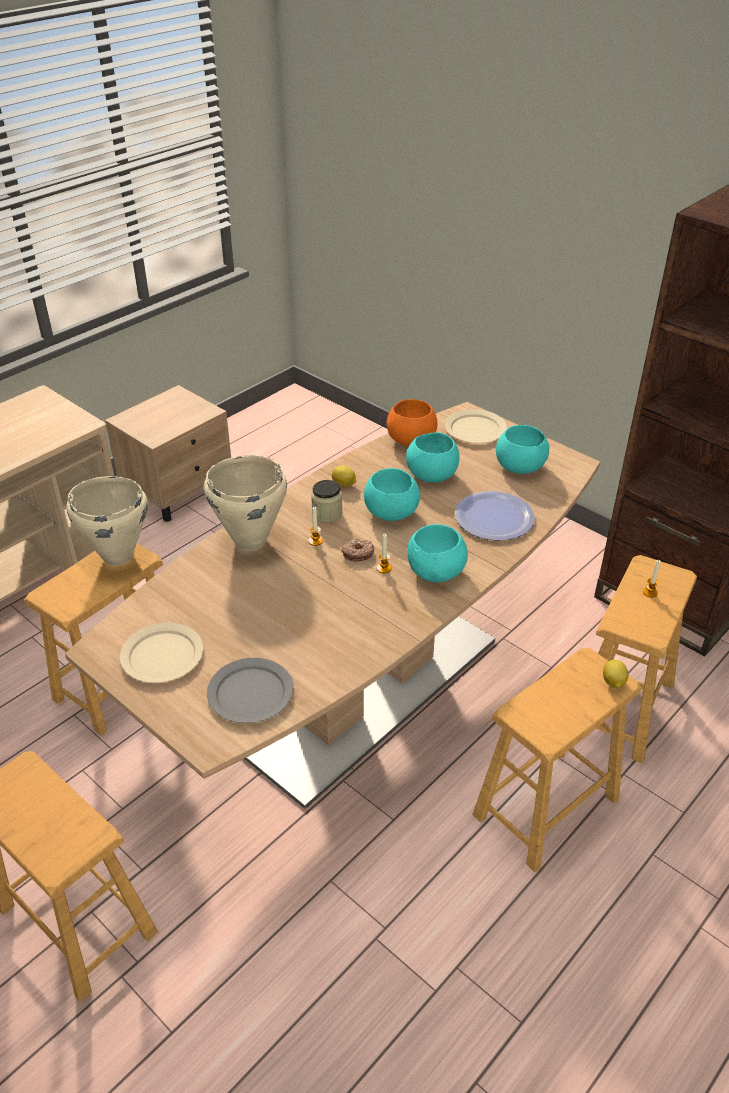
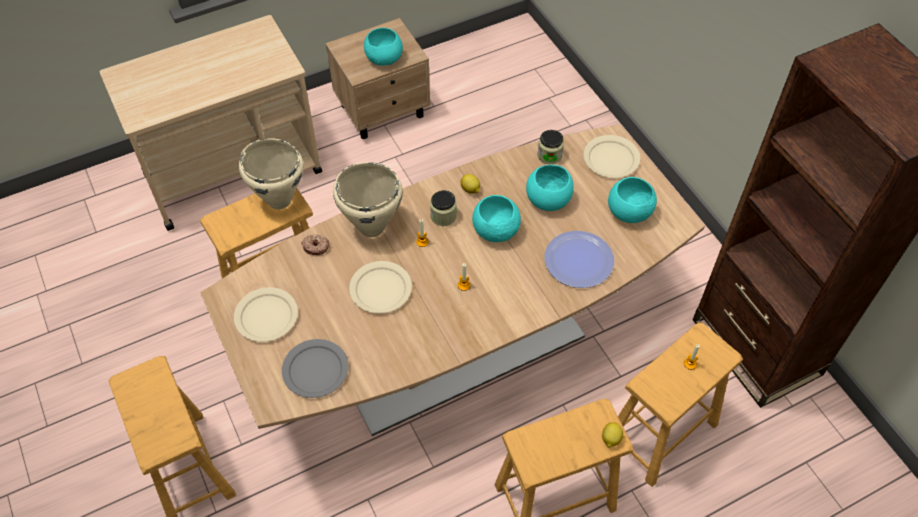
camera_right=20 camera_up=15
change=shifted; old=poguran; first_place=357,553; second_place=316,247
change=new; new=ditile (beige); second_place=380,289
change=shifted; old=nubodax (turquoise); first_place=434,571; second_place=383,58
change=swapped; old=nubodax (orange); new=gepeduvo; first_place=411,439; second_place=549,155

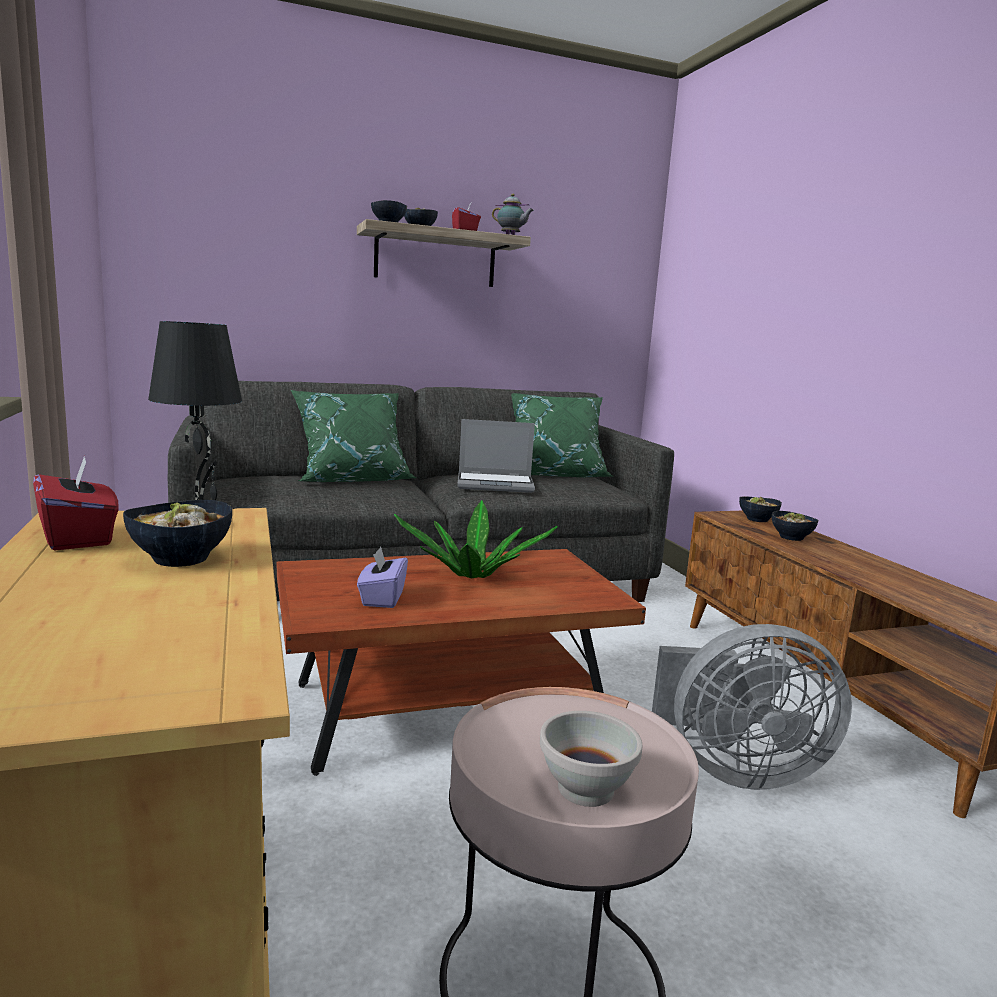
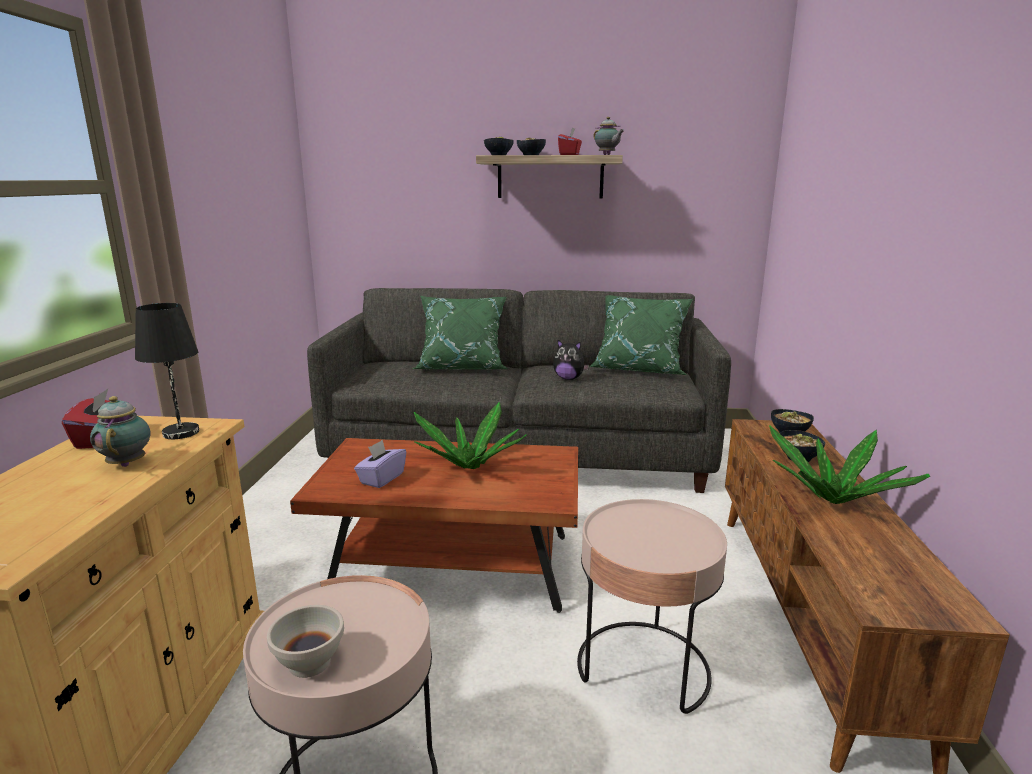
camera_right=25 camera_up=5
change=swapped; old=nubodax; new=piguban; first_place=183,559; second_place=128,463
change=swapped; old=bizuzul; new=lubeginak; first_place=496,484; second_place=569,378
change=swapped; old=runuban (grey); new=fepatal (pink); first_place=735,769; second_place=643,667
change=new; new=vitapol; second_place=833,499

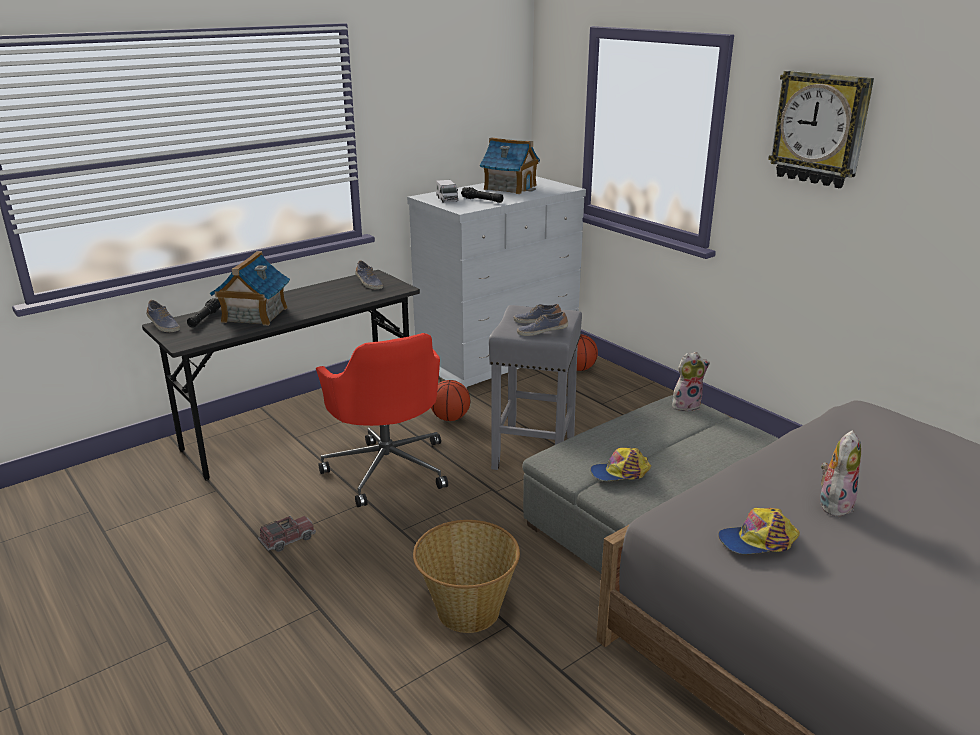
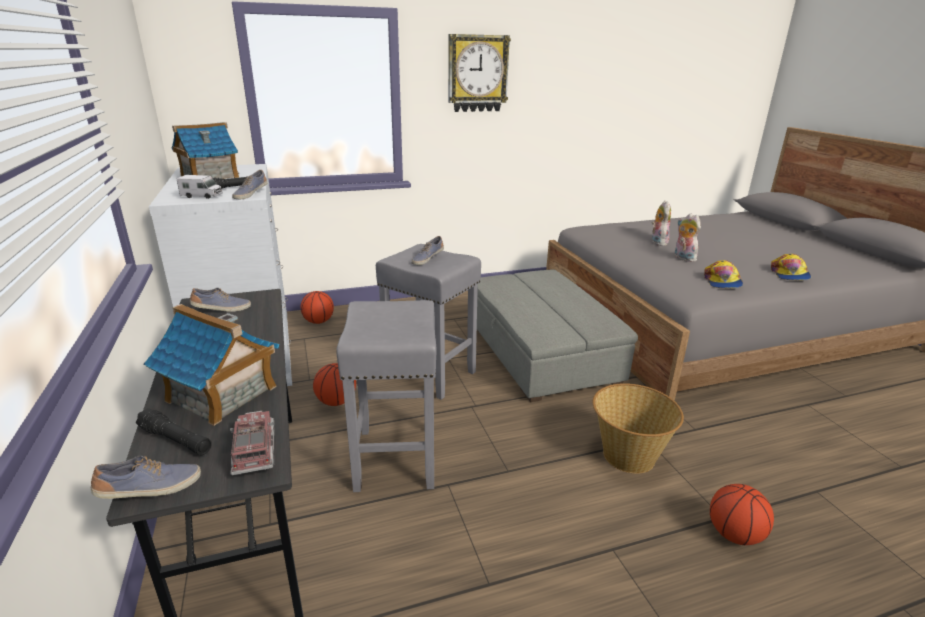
camera_right=-70 camera_up=0
change=shifted; old=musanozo; first_place=288,540; second_place=255,451
change=shifted; old=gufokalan; first_place=542,332; second_place=250,194
change=swapped; old=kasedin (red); new=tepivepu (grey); first_place=388,468; second_place=396,459
change=shifted; old=lubeginak; first_place=686,405; second_place=657,242
change=new; new=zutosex; second_place=734,535
change=shifted; old=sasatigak; first_place=620,473; second_place=789,274

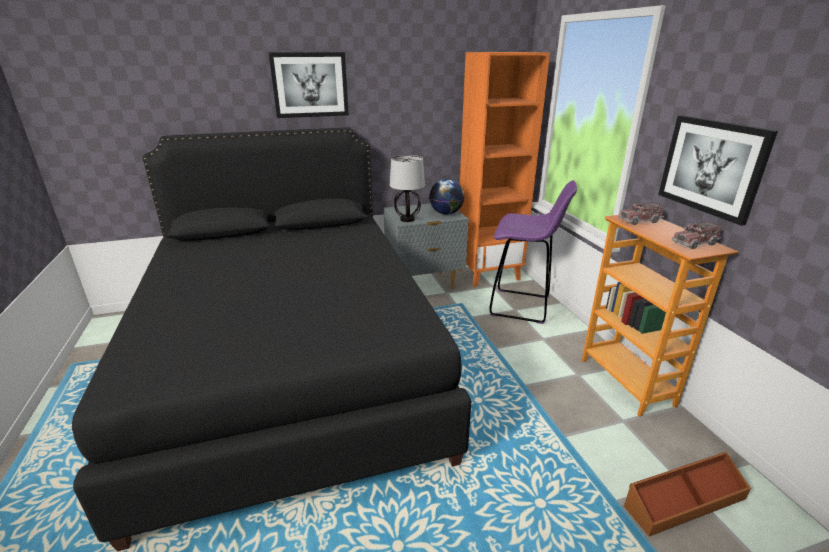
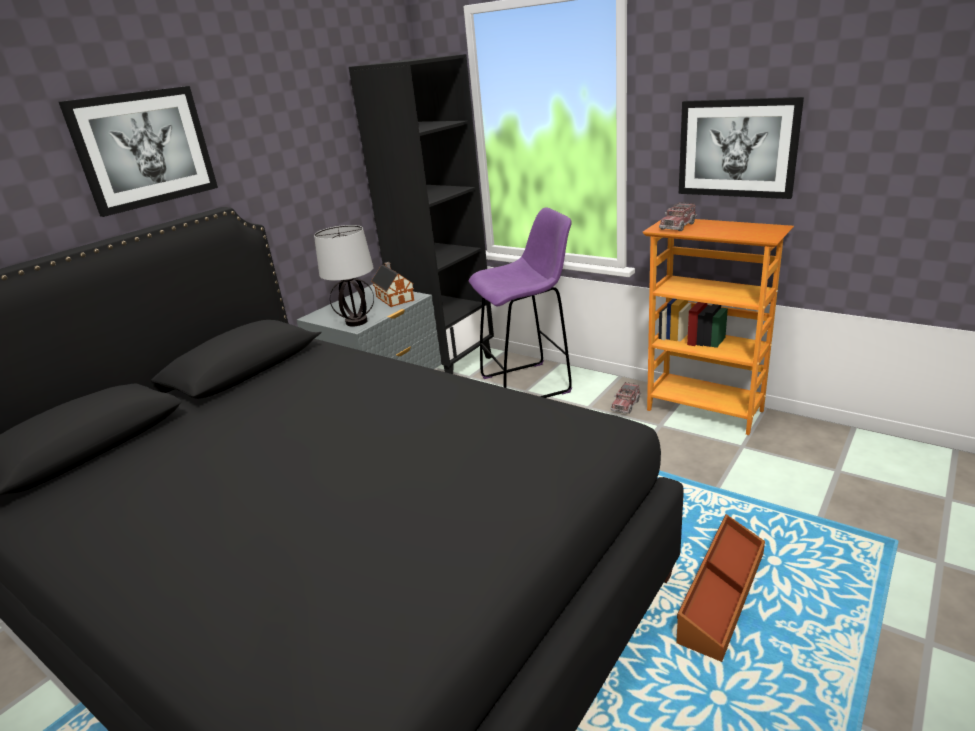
camera_right=-35 camera_up=0
change=repainted; old=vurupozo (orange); new=vurupozo (black); first_place=488,274; second_place=449,365
change=swapped; old=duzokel; new=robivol; first_place=446,213; second_place=394,298
change=shifted; old=musanozo; first_place=694,243; second_place=625,405
change=shifted; old=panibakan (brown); first_place=683,501; second_place=720,596

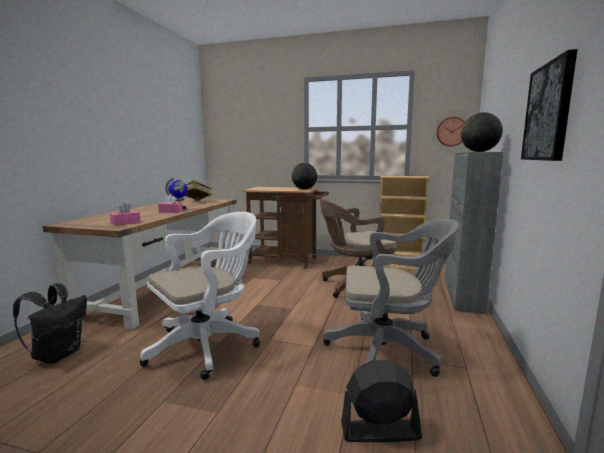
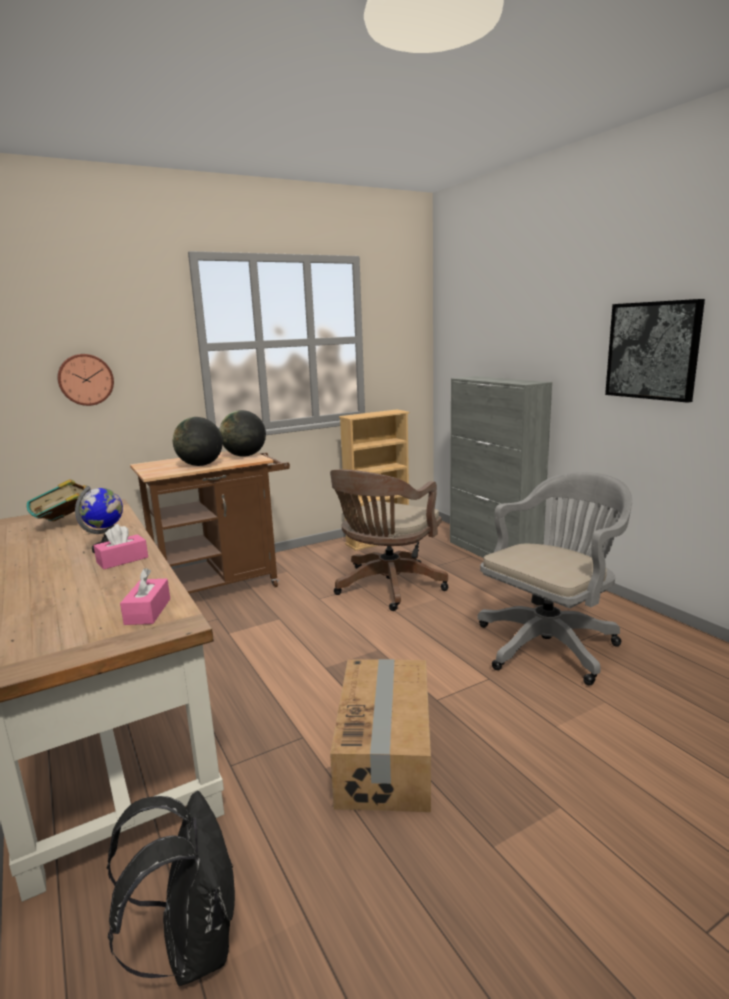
camera_right=-45 camera_up=5
change=shifted; old=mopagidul; first_place=451,131; second_place=85,379
change=shifted; old=duzokel; first_place=479,151; second_place=200,465
change=swapped; old=kasedin (white); new=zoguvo; first_place=208,344; second_place=386,752
change=gone; old=runuban (black); first_place=379,431

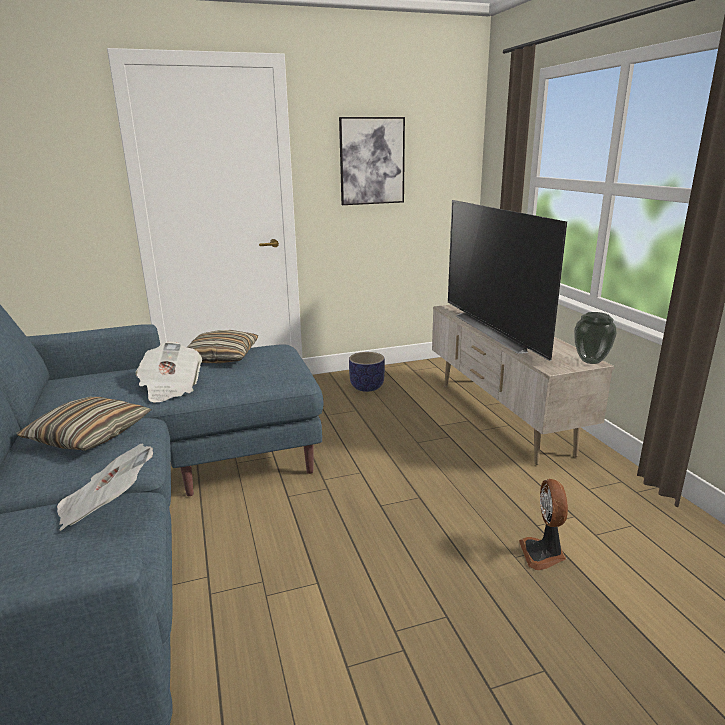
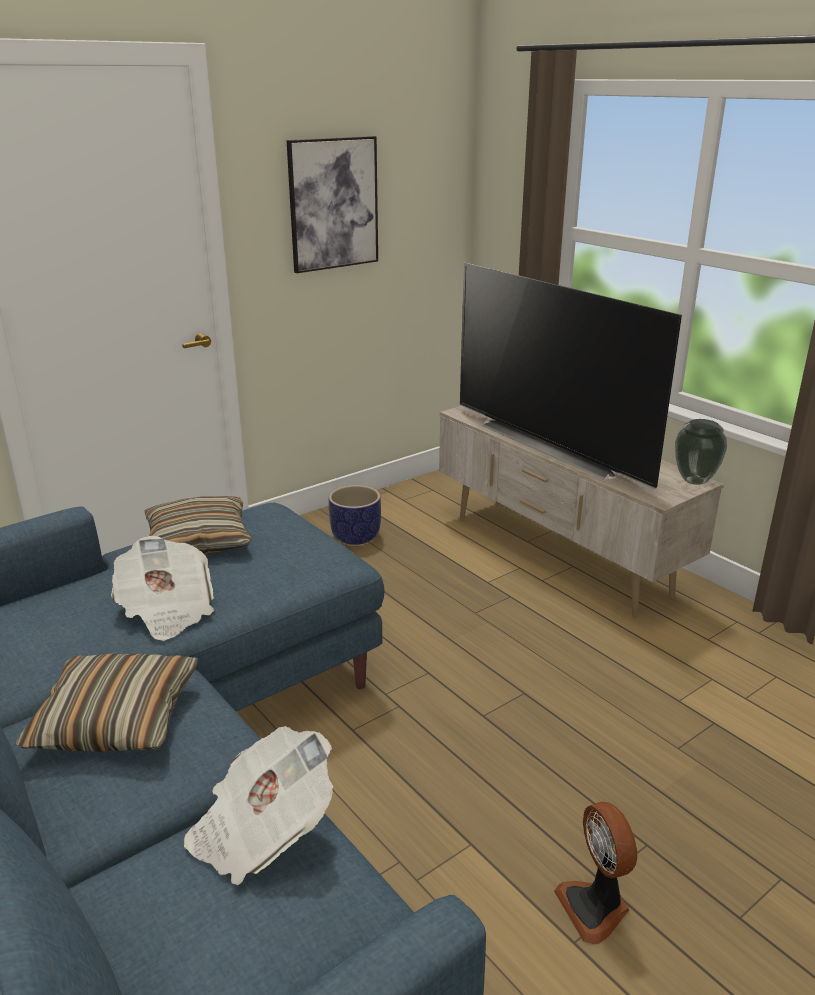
camera_right=-20 camera_up=5
change=shifted; old=runuban; first_place=543,554; second_place=595,907

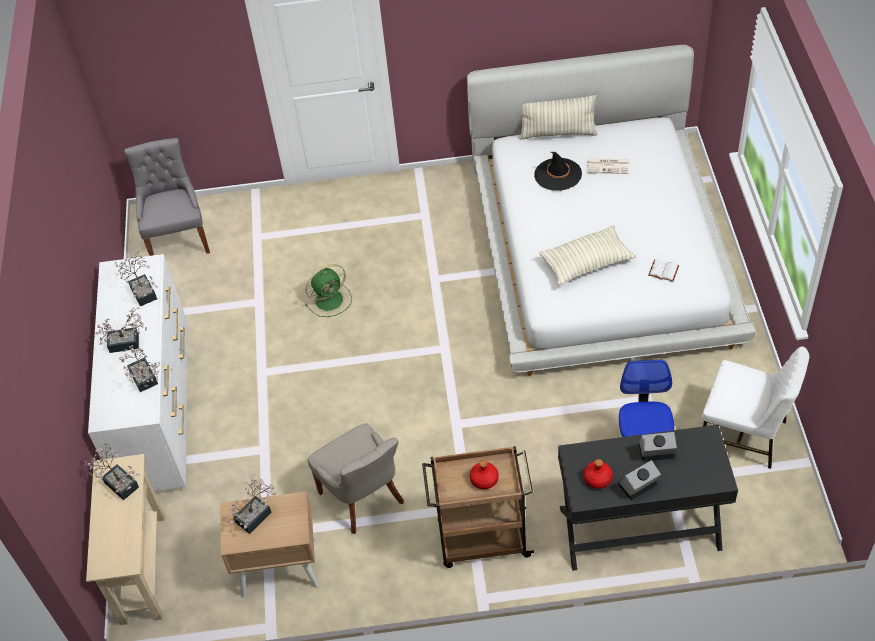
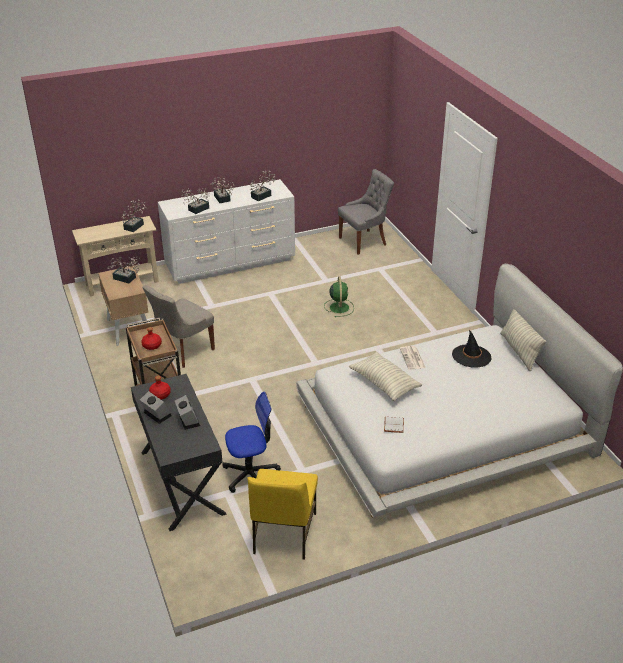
camera_right=70 camera_up=-15
change=repainted; old=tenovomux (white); new=tenovomux (yellow); first_place=744,435; second_place=283,534
change=rotated; old=runuban (green); first_place=330,299; second_place=339,307; degrees=-135
change=shifted; old=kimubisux; first_place=609,166; second_place=413,358

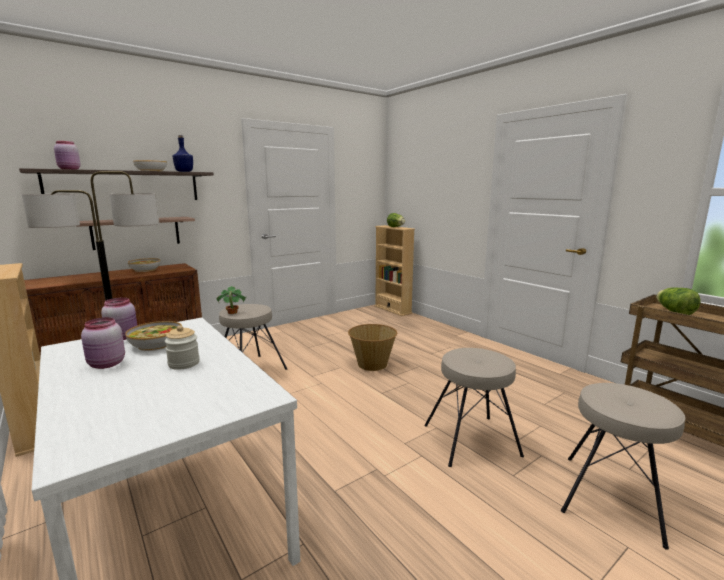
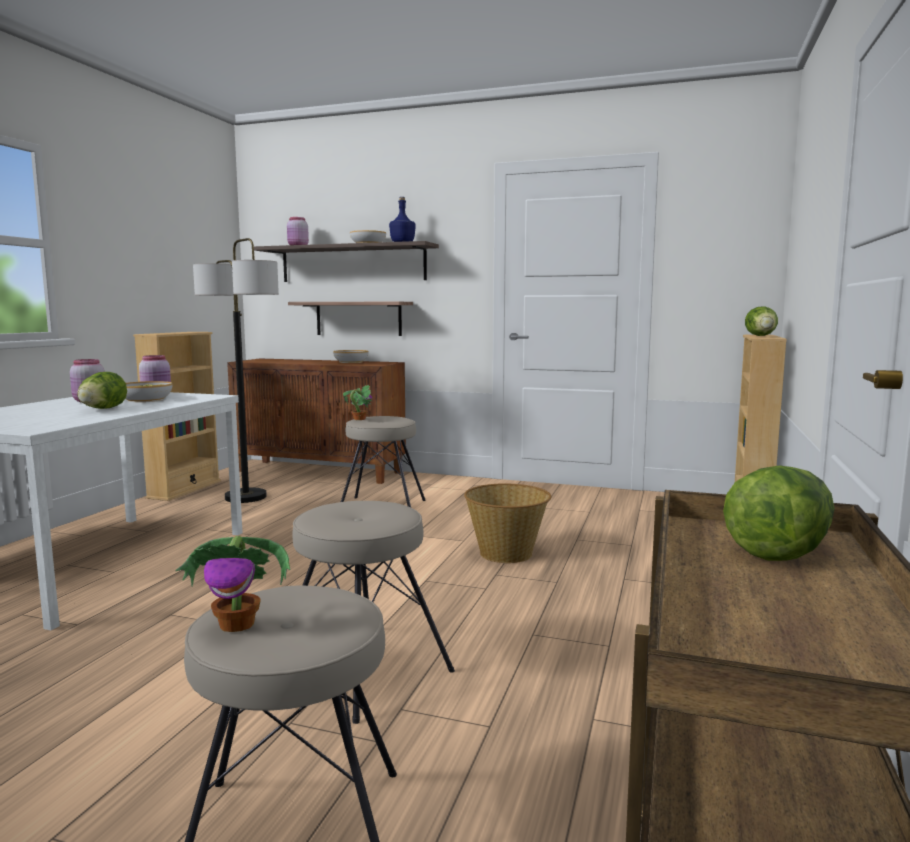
camera_right=55 camera_up=-5
change=swapped; old=gepeduvo; new=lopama; first_place=184,363; second_place=102,409
change=new; new=vitapol; second_place=238,624

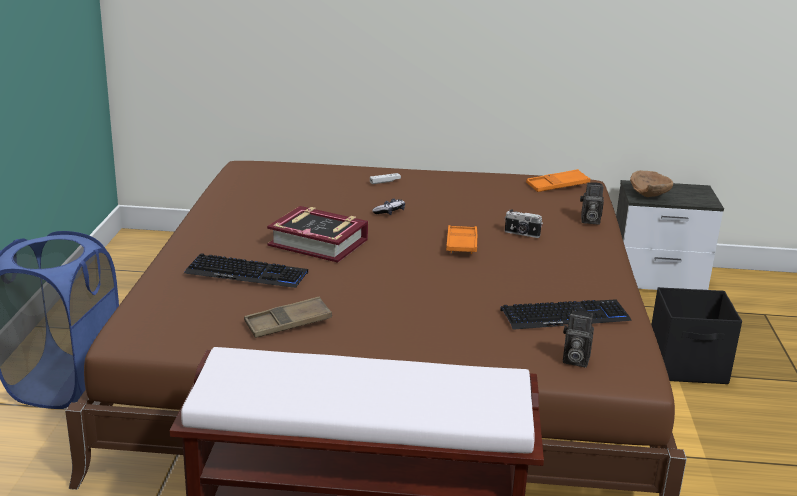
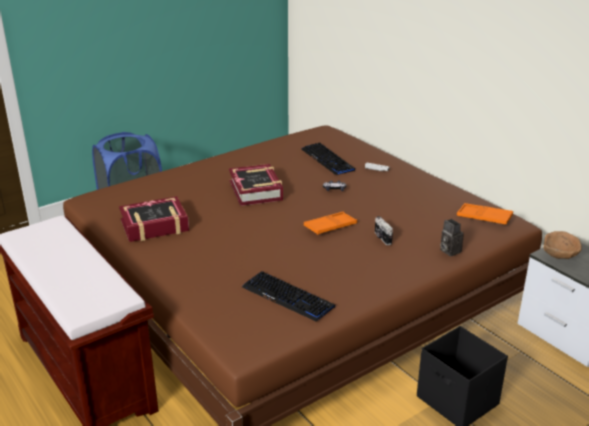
camera_right=50 camera_up=5
change=swapped; old=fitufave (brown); new=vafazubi; first_place=288,323; second_place=154,226
change=shifted; old=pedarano; first_place=247,273; second_place=327,160
change=gone; old=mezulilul; first_place=574,360

